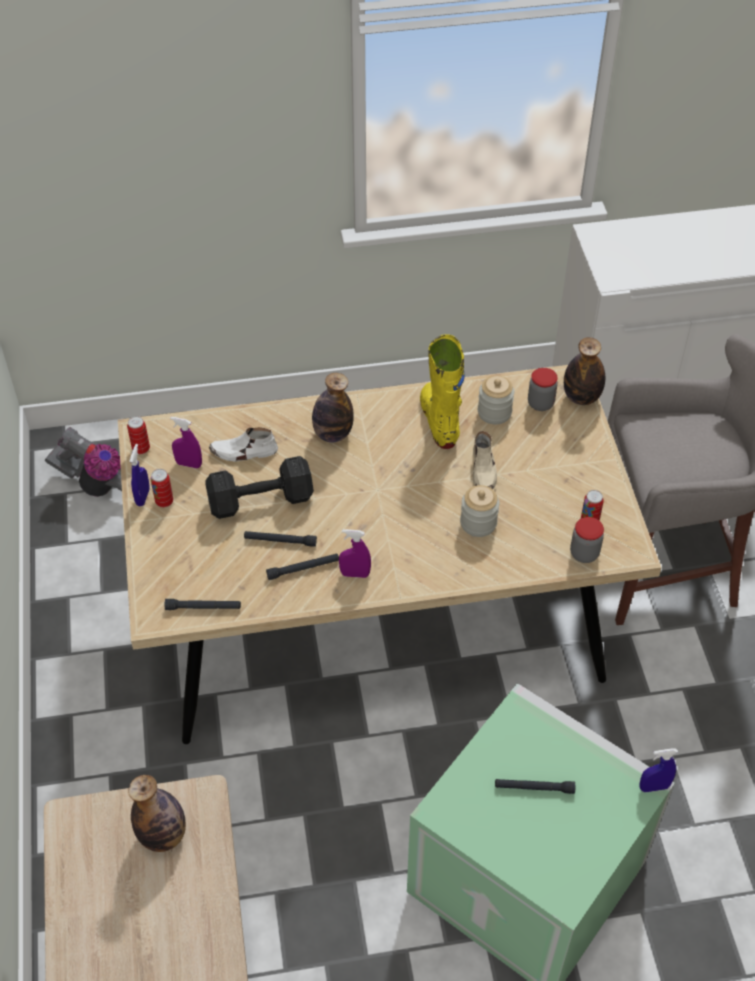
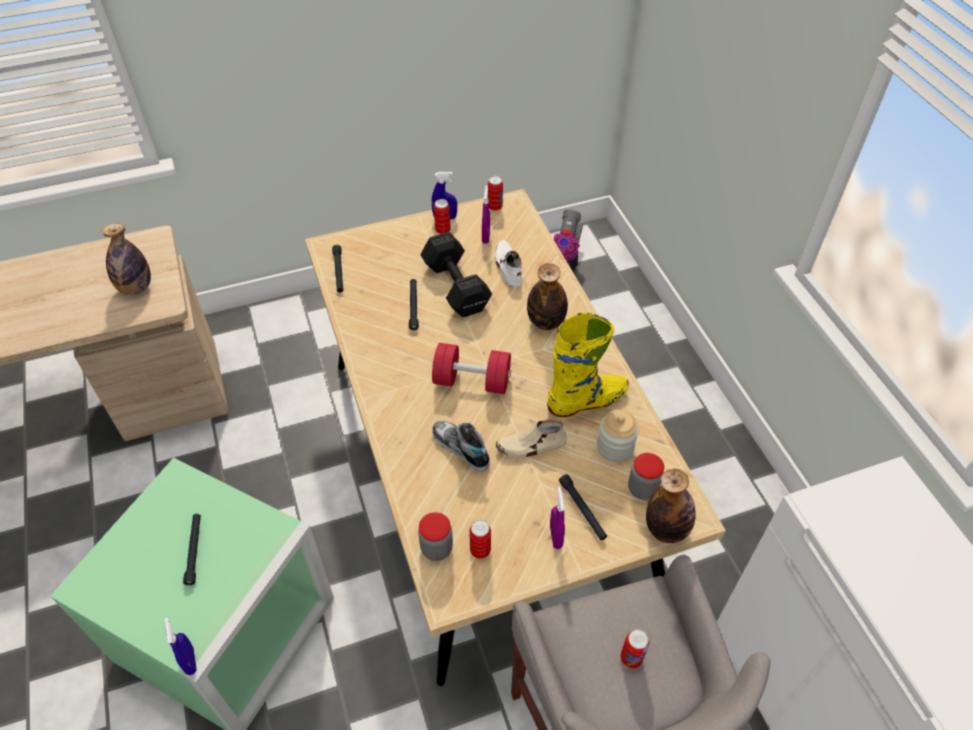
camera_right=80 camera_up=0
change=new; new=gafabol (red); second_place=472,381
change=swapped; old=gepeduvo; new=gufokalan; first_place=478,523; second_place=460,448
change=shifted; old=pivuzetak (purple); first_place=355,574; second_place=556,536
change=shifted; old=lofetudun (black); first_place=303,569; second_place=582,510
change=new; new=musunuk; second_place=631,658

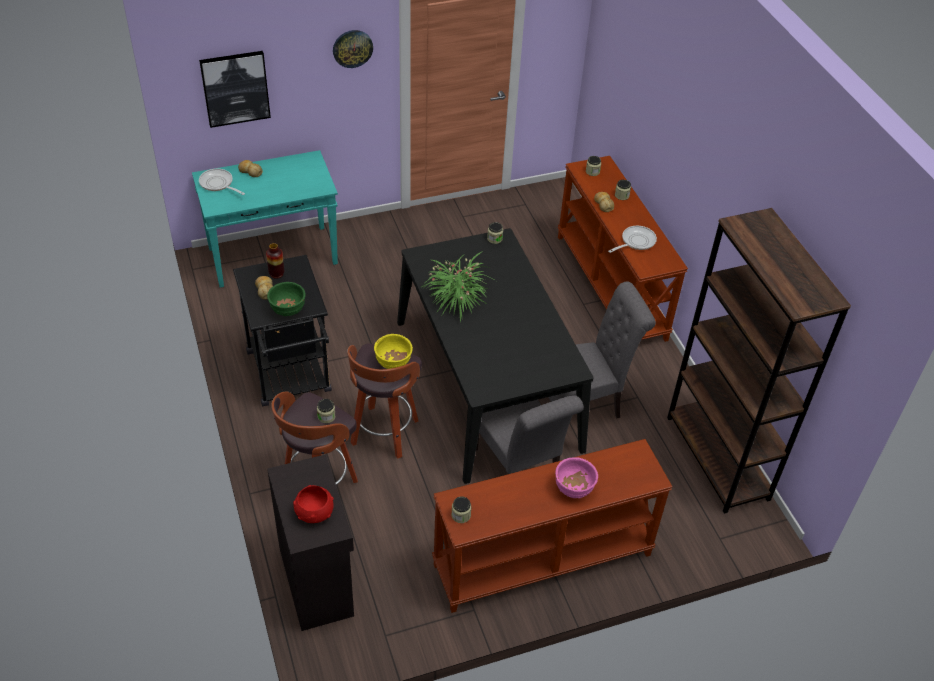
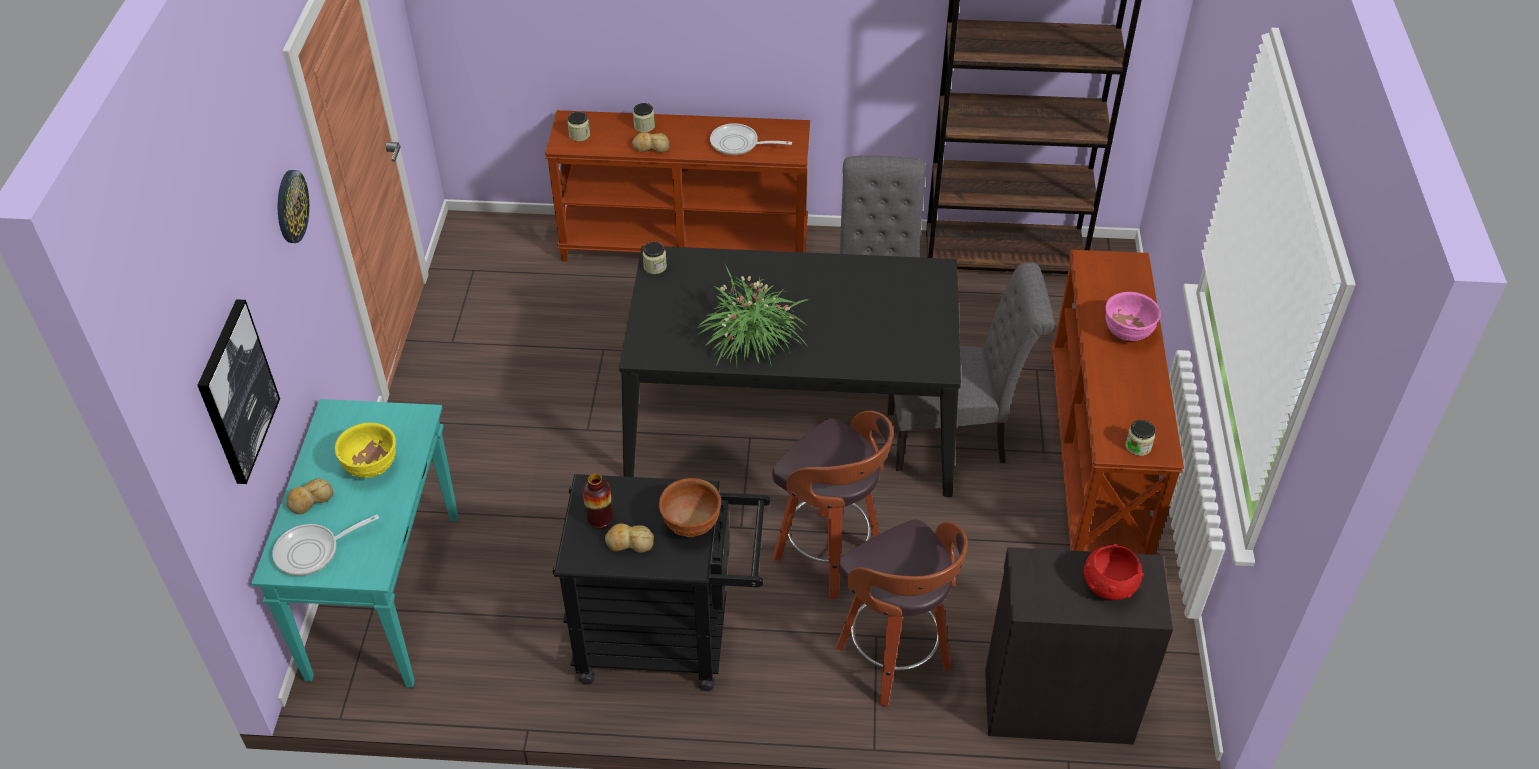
camera_right=-65 camera_up=0
change=shifted; old=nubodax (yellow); first_place=393,363; second_place=372,467
change=repainted; old=nubodax (green); new=nubodax (brown); first_place=287,310; second_place=690,524
change=rotated; old=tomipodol; first_place=635,242; second_place=738,144; degrees=-60
change=gone; old=gepeduvo; first_place=326,416

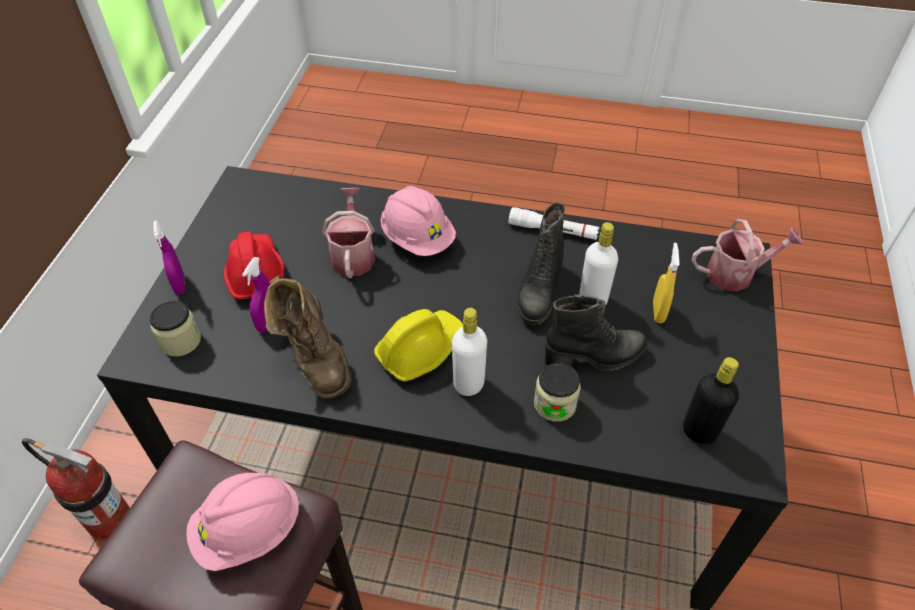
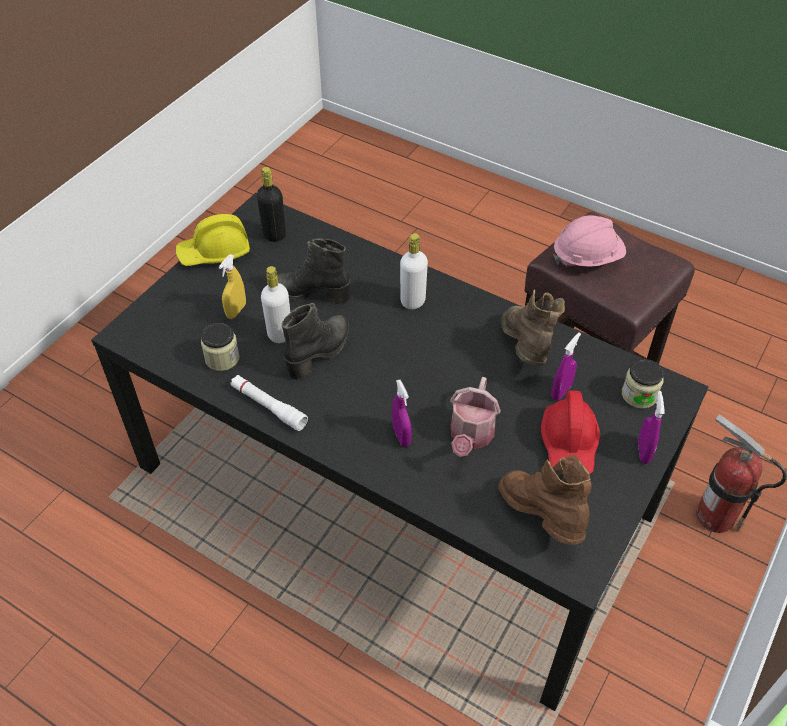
camera_right=-160 camera_up=0
change=shifted; old=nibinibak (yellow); first_place=421,350; second_place=214,253
change=shifted; old=gepeduvo; first_place=555,404; second_place=222,358
change=swapped; old=nibinibak (pink); new=pivuzetak (purple); first_place=417,238; second_place=401,436
change=new; new=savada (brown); second_place=542,518
change=gone; old=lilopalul; first_place=736,273

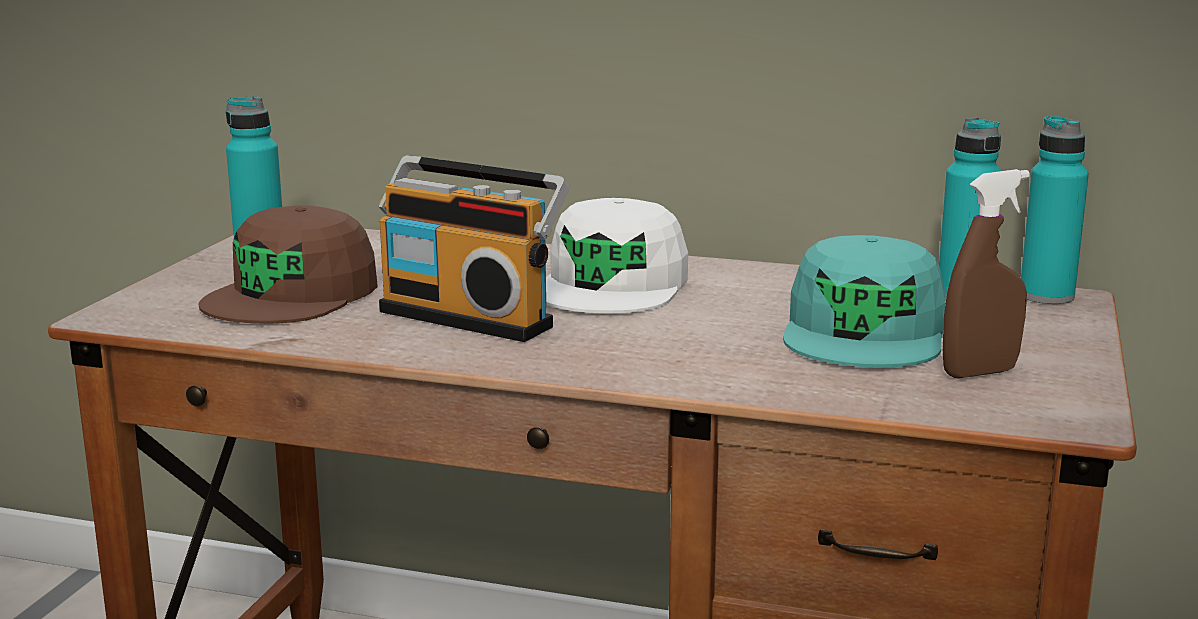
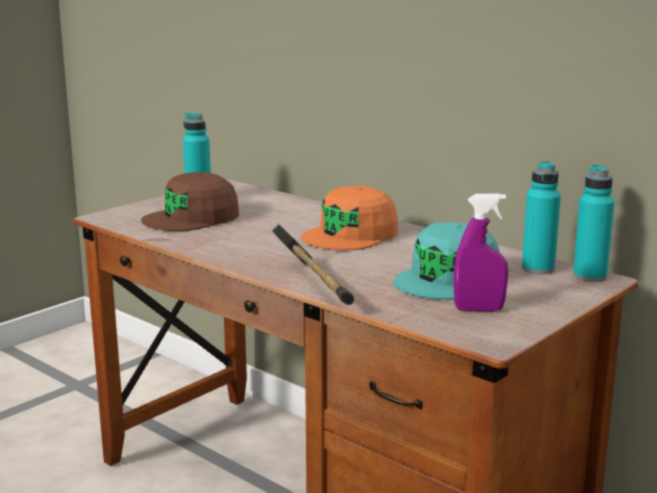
camera_right=25 camera_up=0
change=new; new=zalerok; second_place=316,286
change=repainted; old=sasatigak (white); new=sasatigak (orange); first_place=613,285; second_place=351,235
change=repainted; old=pivuzetak (brown); new=pivuzetak (purple); first_place=980,372; second_place=479,309
change=gone; old=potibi; first_place=471,317

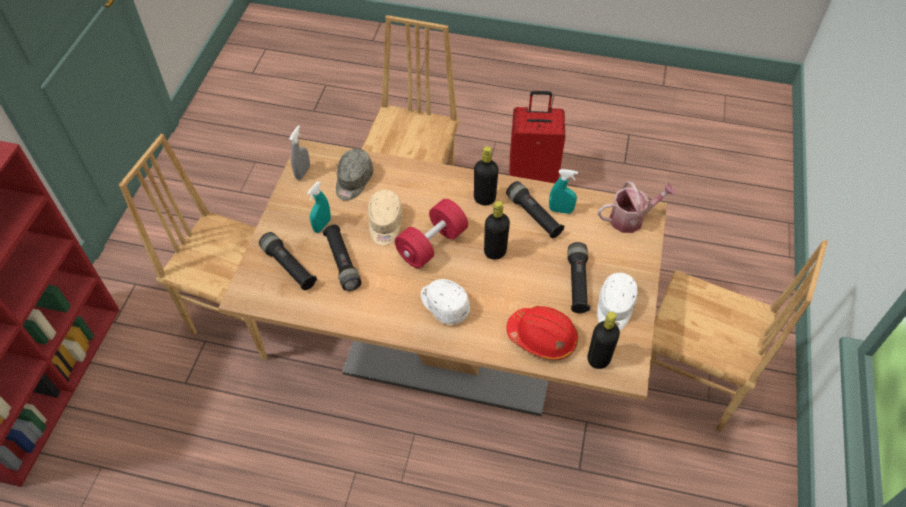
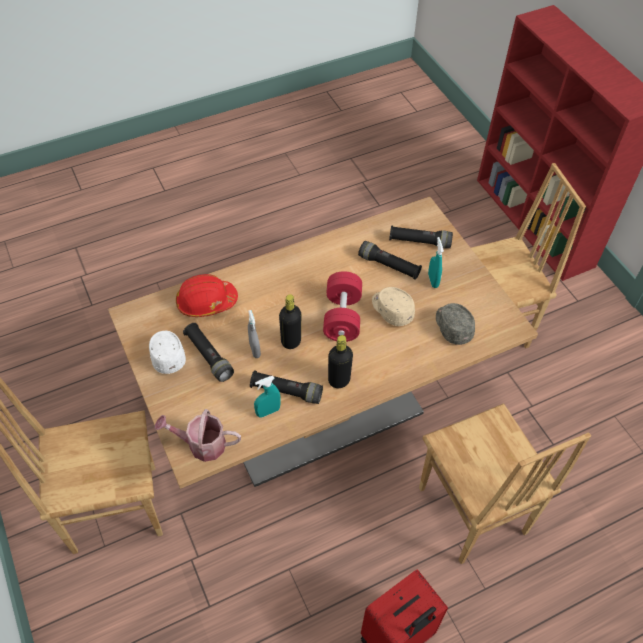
camera_right=140 camera_up=0
change=rotated; old=lilopalul; first_place=631,218; second_place=201,444; degrees=60
change=shifted; old=pivuzetak (grey); first_place=303,172; second_place=255,350
change=gone; old=sasatigak (white); first_place=444,305
change=gone; old=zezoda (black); first_place=598,359

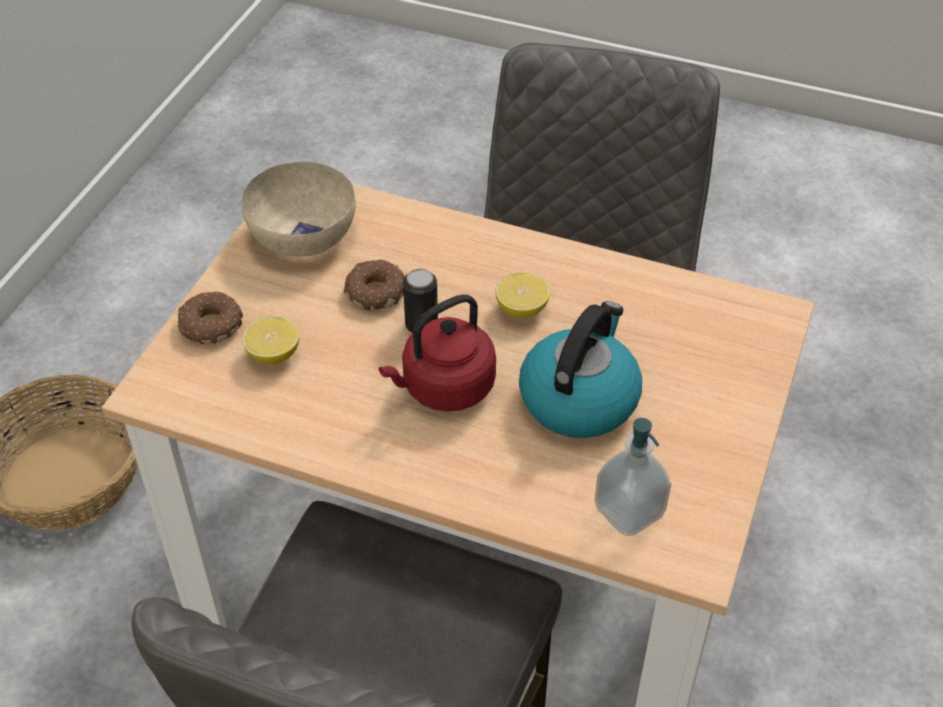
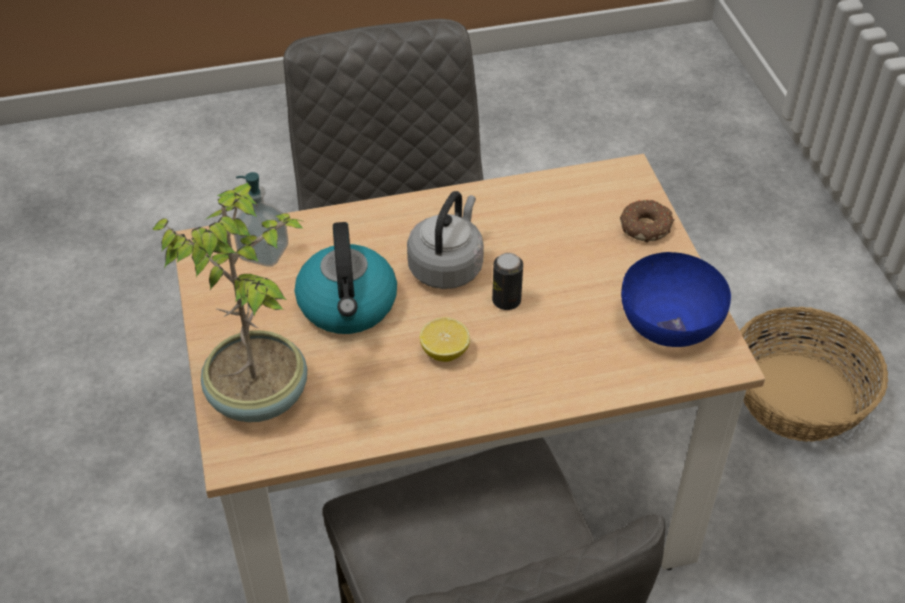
camera_right=145 camera_up=0
change=new; new=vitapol; second_place=259,394
change=repainted; old=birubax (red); new=birubax (grey); first_place=444,388; second_place=447,266
change=repainted; old=nubodax (beige); new=nubodax (blue); first_place=301,235; second_place=671,322
change=gone; old=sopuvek; first_place=273,354
change=gone; old=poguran; first_place=375,291

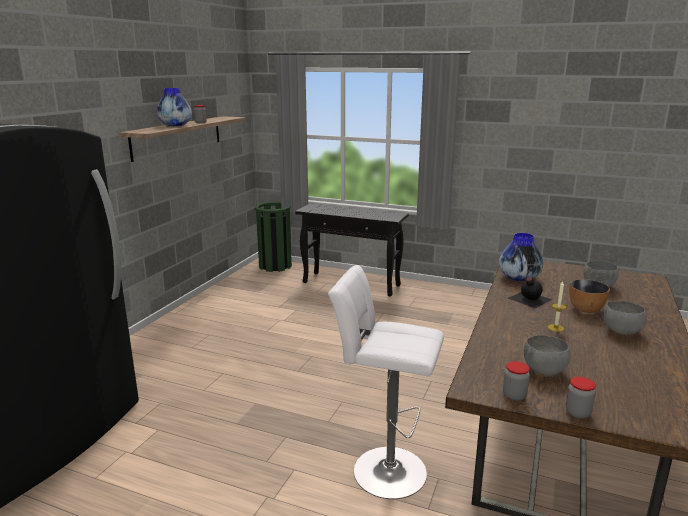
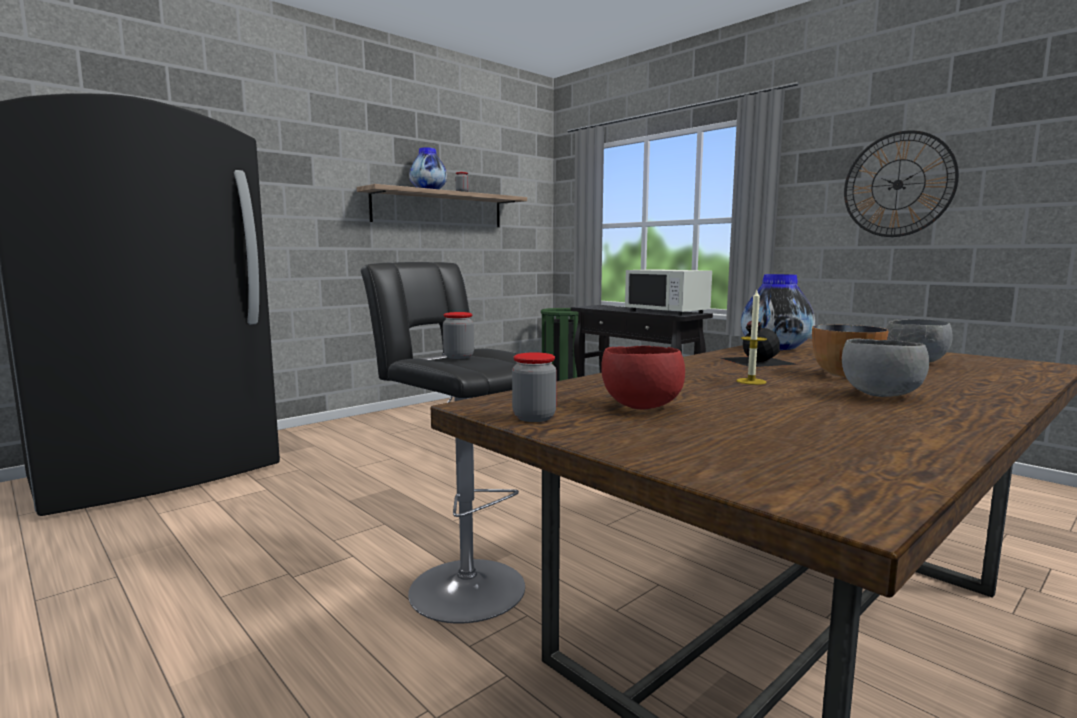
camera_right=25 camera_up=-10
change=repainted; old=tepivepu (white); new=tepivepu (black); first_place=384,470; second_place=461,585
change=shifted; old=gepeduvo; first_place=577,413; second_place=458,357
change=repainted; old=nubodax (grey); new=nubodax (red); first_place=543,371; second_place=640,407
change=new; new=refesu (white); second_place=667,312
change=new; new=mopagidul; second_place=898,184

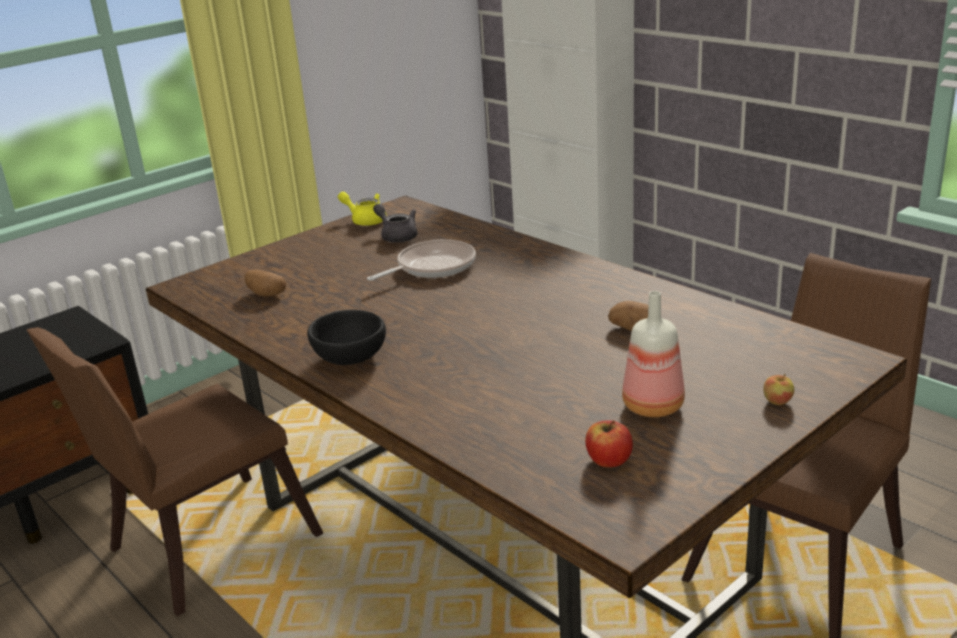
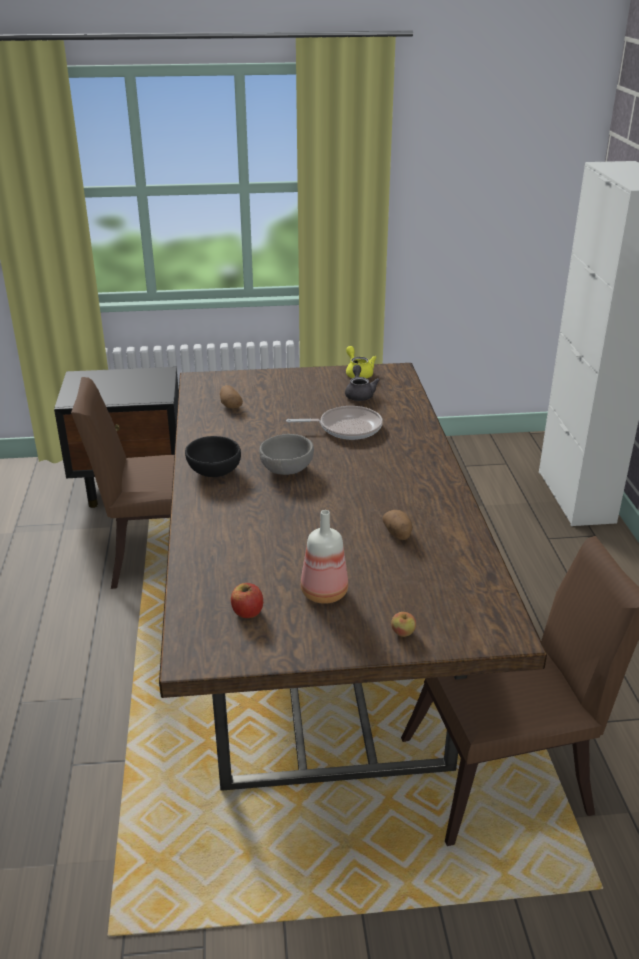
camera_right=35 camera_up=5
change=new; new=nubodax (grey); second_place=288,469

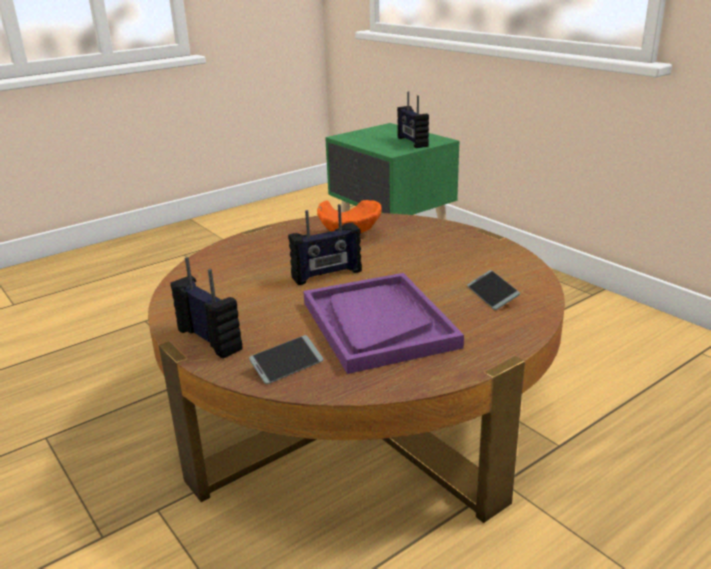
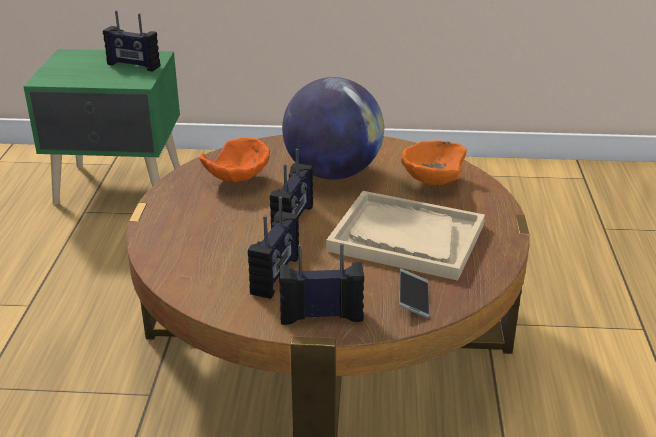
camera_right=-50 camera_up=5
change=new; new=potibi; second_place=276,275
change=new; new=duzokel; second_place=333,173
change=repainted; old=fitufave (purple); new=fitufave (beige); first_place=378,324; second_place=406,238
change=swapped; old=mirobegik; new=nubodax (orange); first_place=492,295; second_place=431,181

